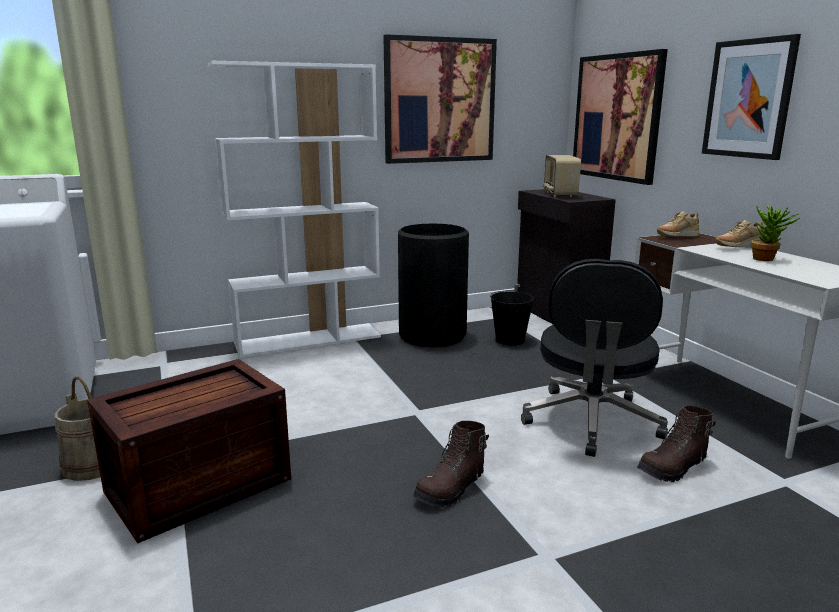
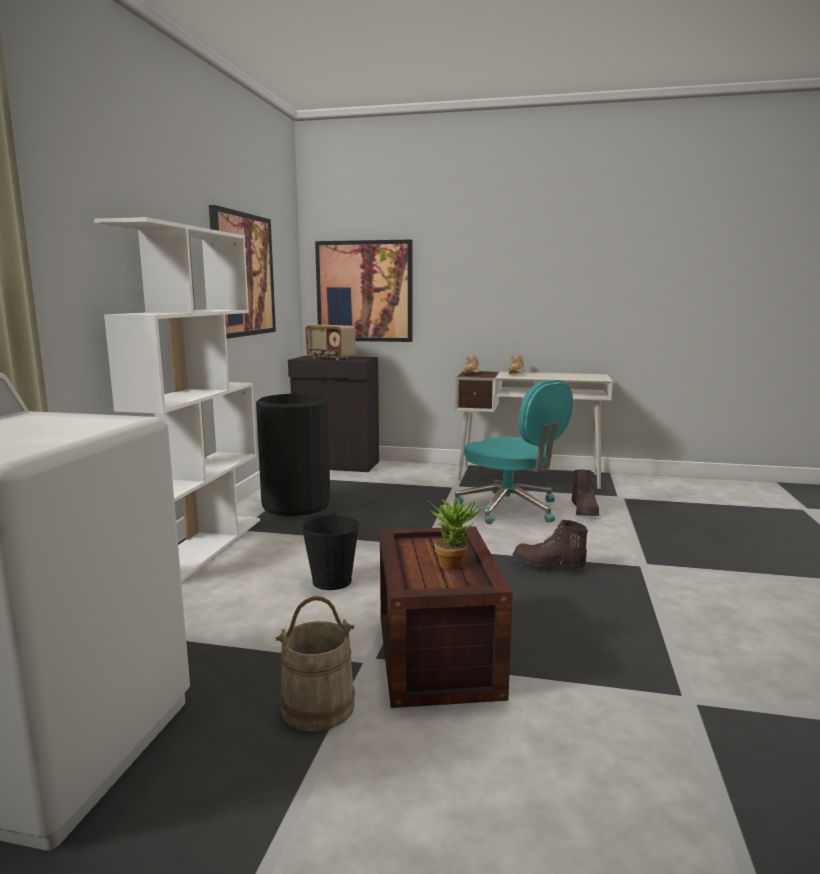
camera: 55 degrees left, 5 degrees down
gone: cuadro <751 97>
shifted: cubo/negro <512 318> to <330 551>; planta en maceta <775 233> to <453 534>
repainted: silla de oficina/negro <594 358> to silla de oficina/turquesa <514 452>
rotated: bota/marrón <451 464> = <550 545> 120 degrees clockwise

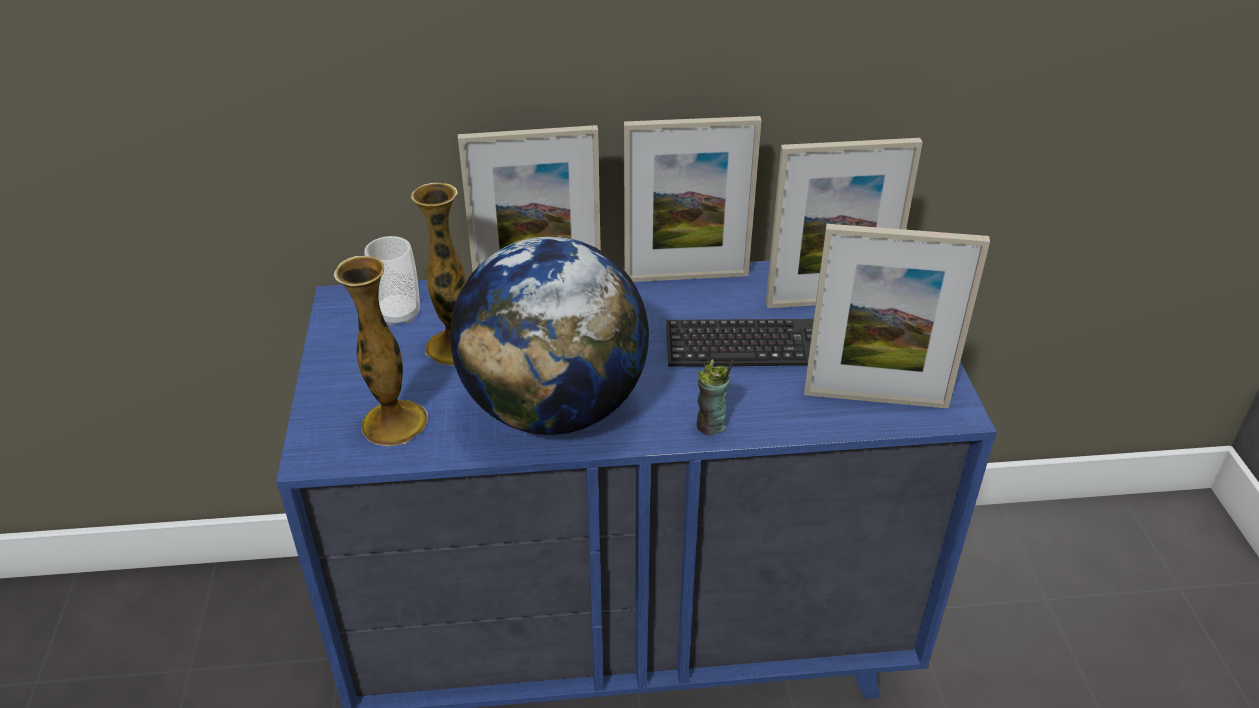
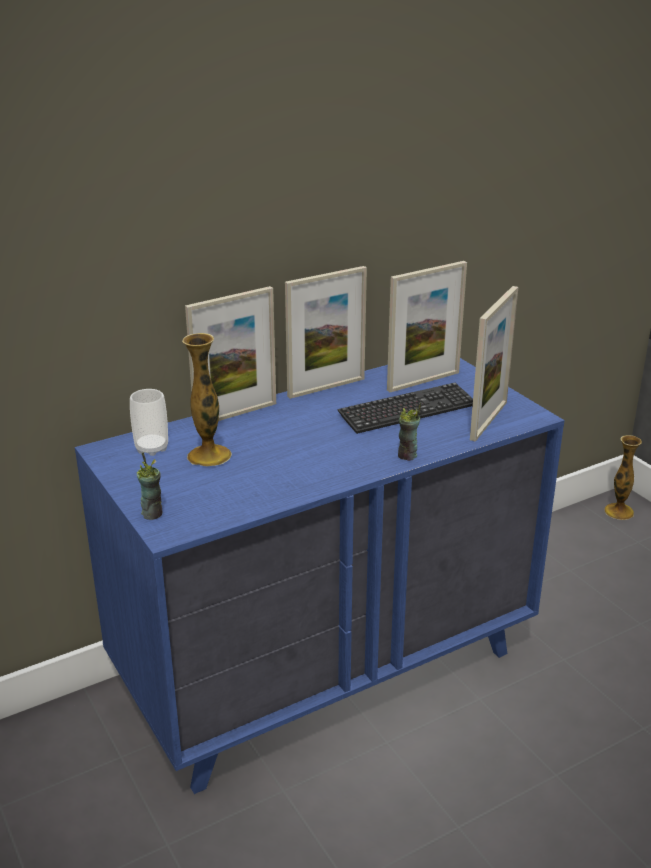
camera: 25 degrees left, 10 degrees down
gone: globo terráqueo <549 335>
new: taza <150 486>
shifted: florero <381 351> to <623 477>
rotated: portarretratos <897 316> = <494 363> 45 degrees counterclockwise

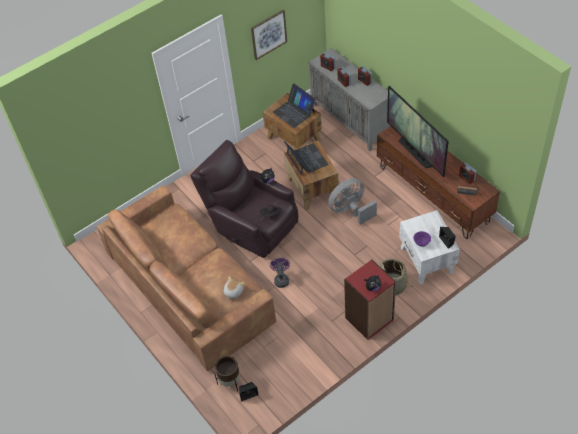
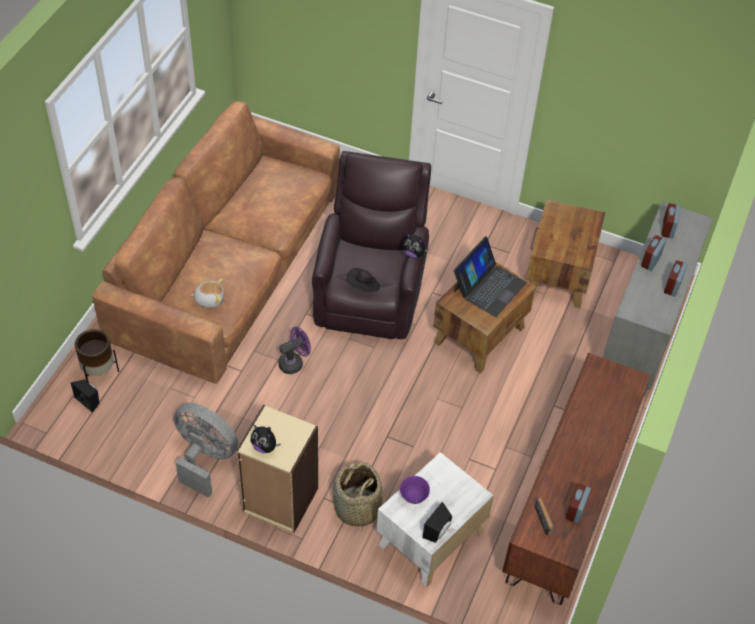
camera: 55 degrees right, 0 degrees up
gone: cuadro <269 35>; portátil <294 105>; televisor <418 131>
shifted: ventilador/gris <352 201> to <206 450>
repainted: estantería/rojo <370 299> to estantería/beis <277 469>

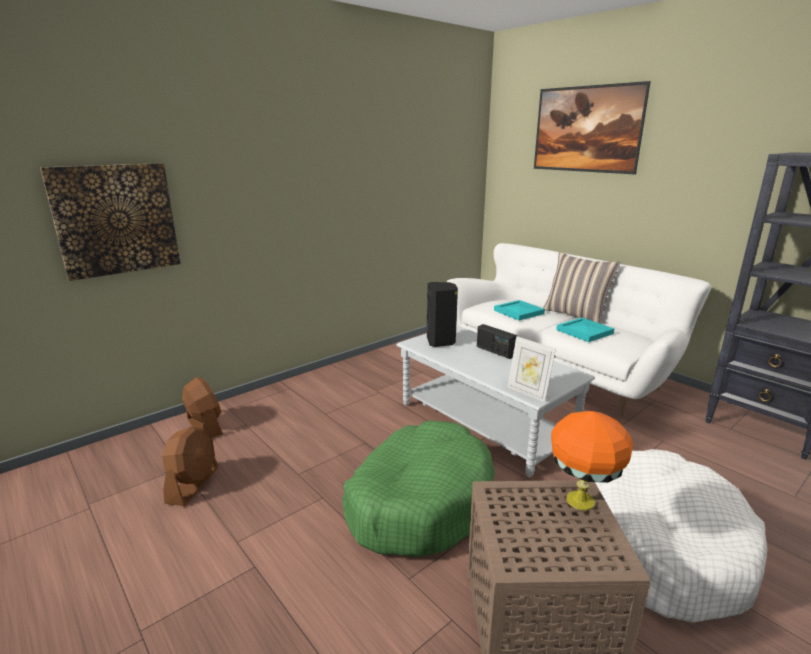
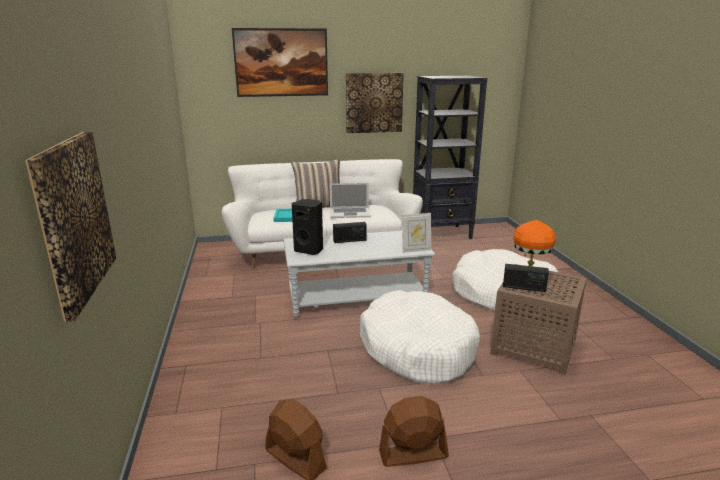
camera: 60 degrees left, 0 degrees up
new: cuadro <375 103>; radio <526 278>
shifted: ventilador/marrón <202 407> to <414 431>
swapped: bandeja/turquesa <585 330> to portátil <350 200>
repainted: cama para perro/verde <418 488> to cama para perro/blanco <420 336>

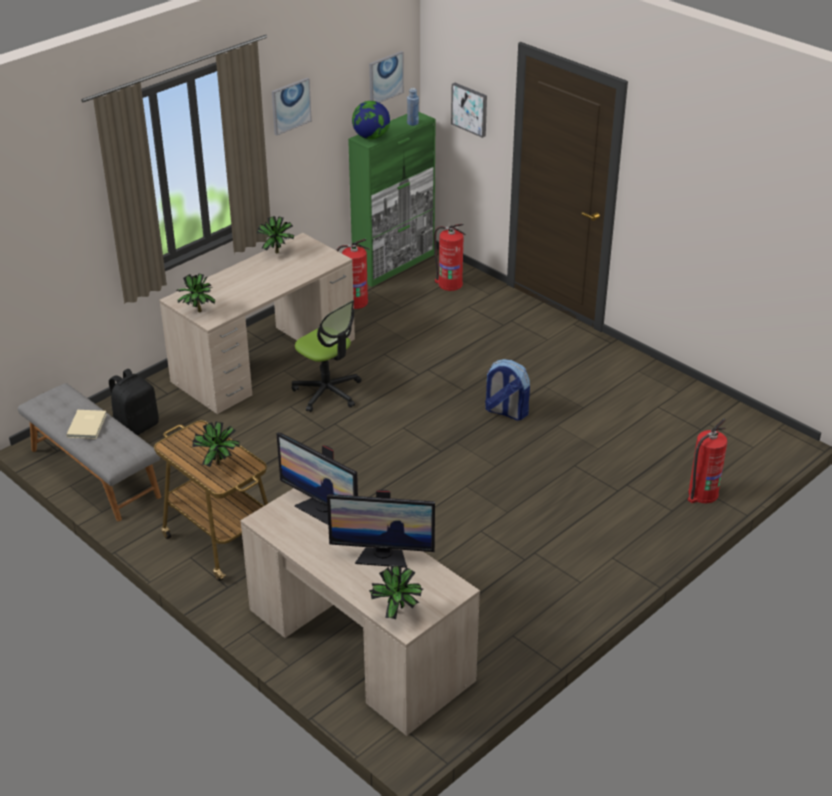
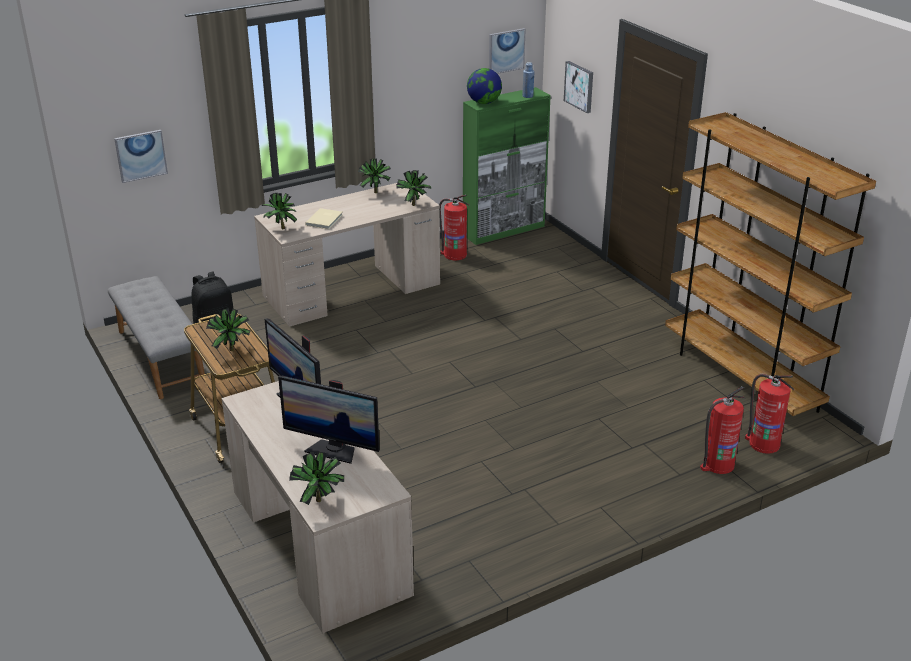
camera: 15 degrees right, 5 degrees down
gone: silla de oficina <327 356>; mochila <507 390>
new: planta en maceta <413 188>; estantería/marrón <770 264>
shifted: libro/beis <86 424> to <324 218>; cuadro <292 107> to <141 156>; extintor <450 257> to <769 414>

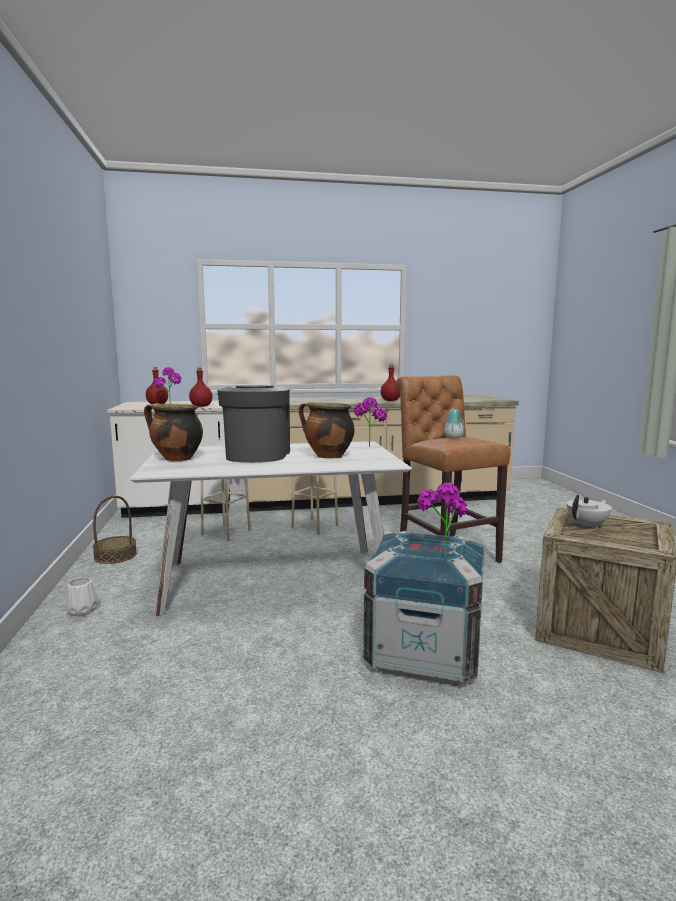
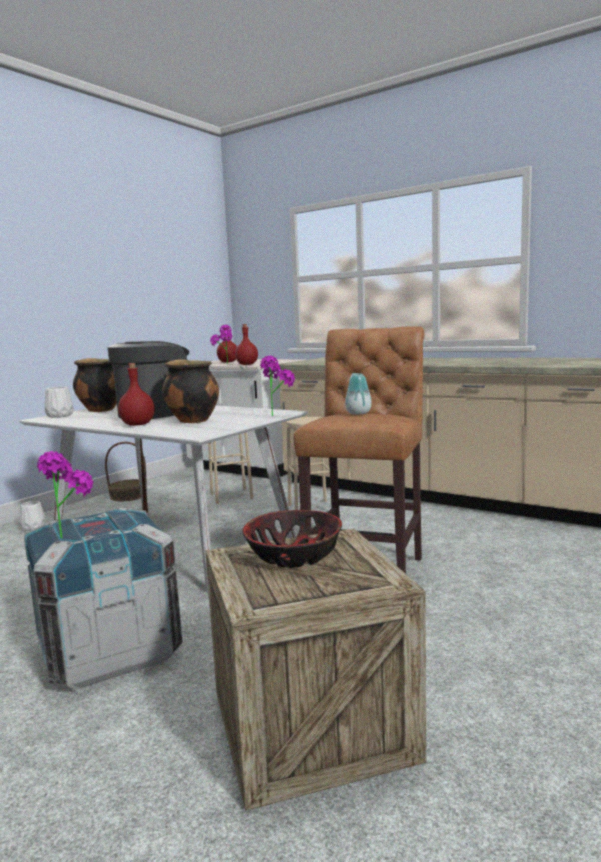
camera: 45 degrees right, 0 degrees up
new: florero/blanco <59 402>
shifted: botella/rojo <390 383> to <136 394>
swapped: tetera/blanco <589 511> to cuenco <292 539>

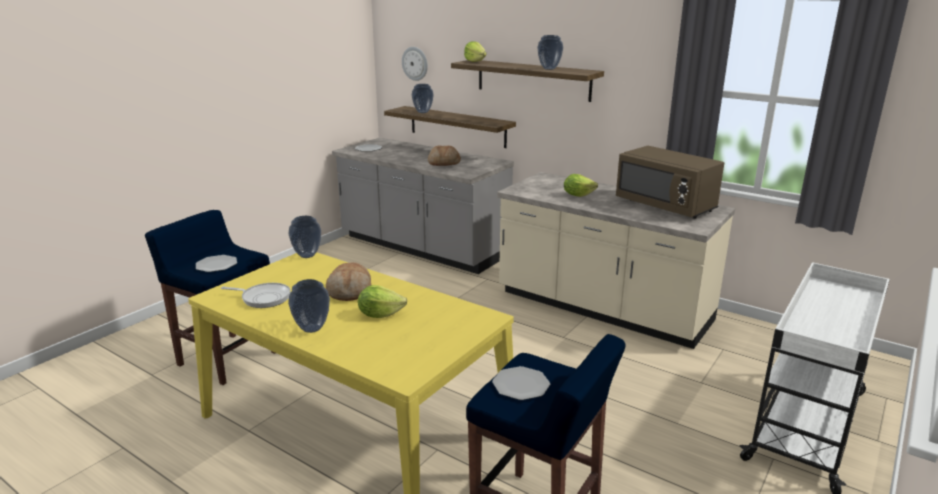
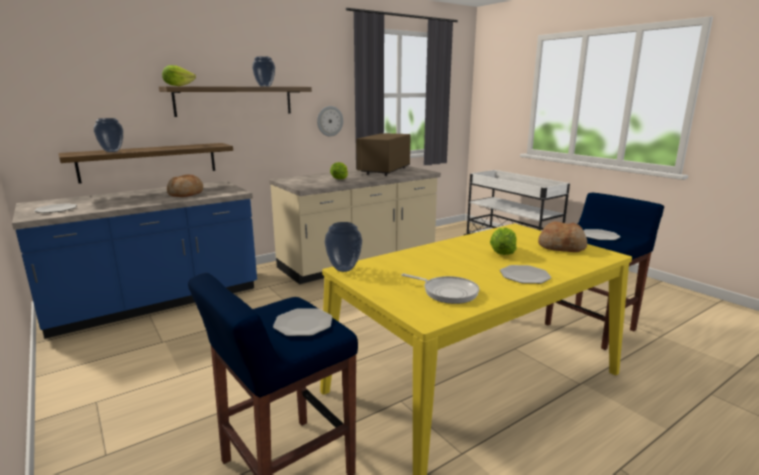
camera: 70 degrees left, 5 degrees down
shifted: pan <348 281> to <563 236>; reloj de pared <415 64> to <330 121>
swapped: florero <309 306> to plato <525 274>
repainted: mueble bajo de cocina/gris <423 205> to mueble bajo de cocina/azul <134 260>
rotated: sartén <256 295> = <440 288> 90 degrees clockwise; microondas/marrón <670 182> = <383 154> 135 degrees clockwise

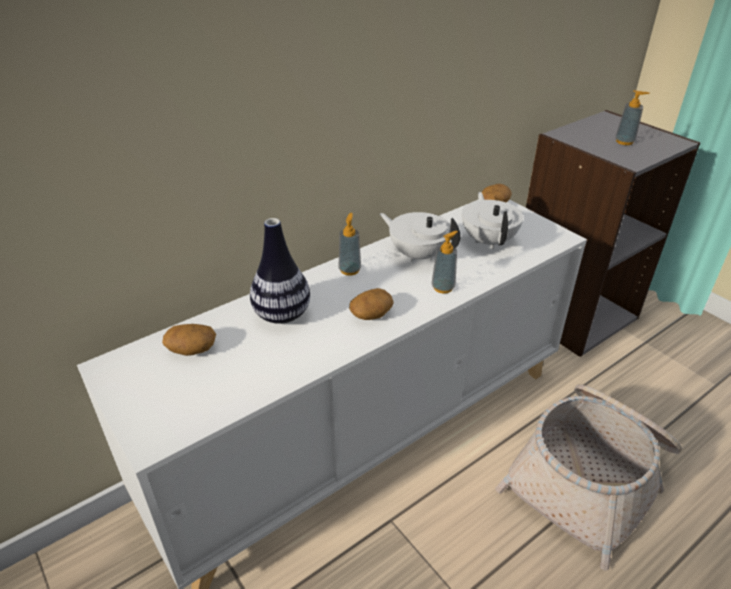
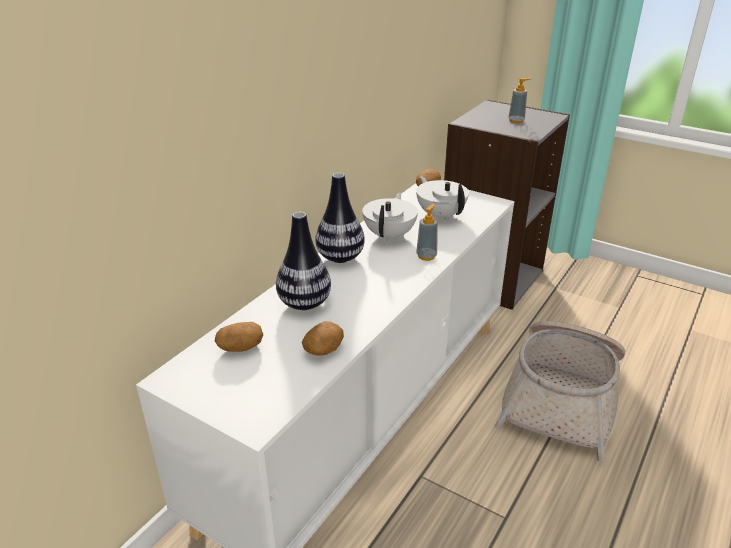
camera: 20 degrees left, 5 degrees down
shifted: patata <371 304> to <323 339>
swapped: dispensador de jabón <349 244> to florero <340 218>
rotated: tetera/blanco <420 237> = <390 217> 90 degrees clockwise

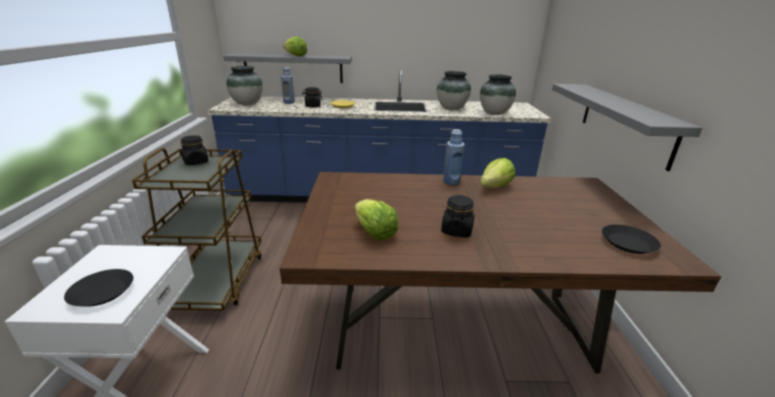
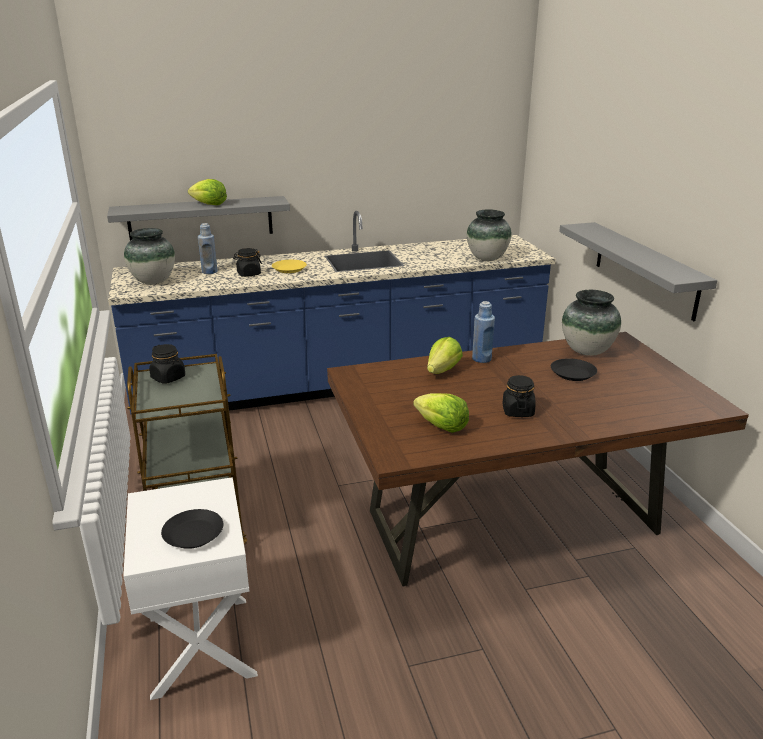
camera: 15 degrees left, 0 degrees up
shifted: florero <454 90> to <591 323>; lechuga <497 173> to <445 355>; plato/negro <631 239> to <574 369>

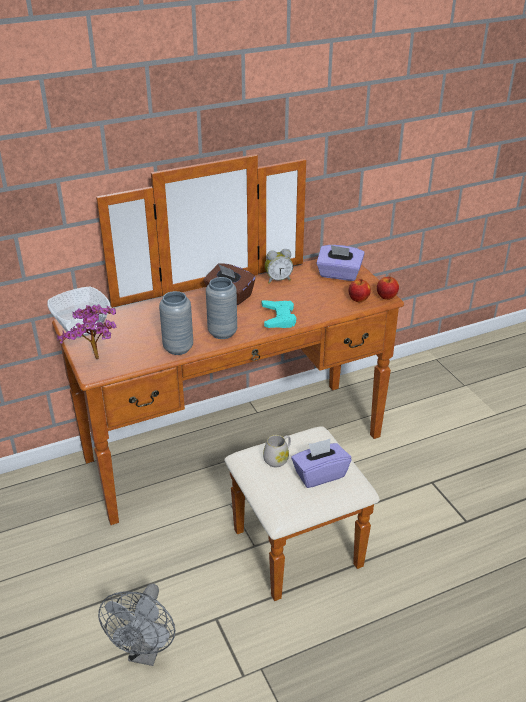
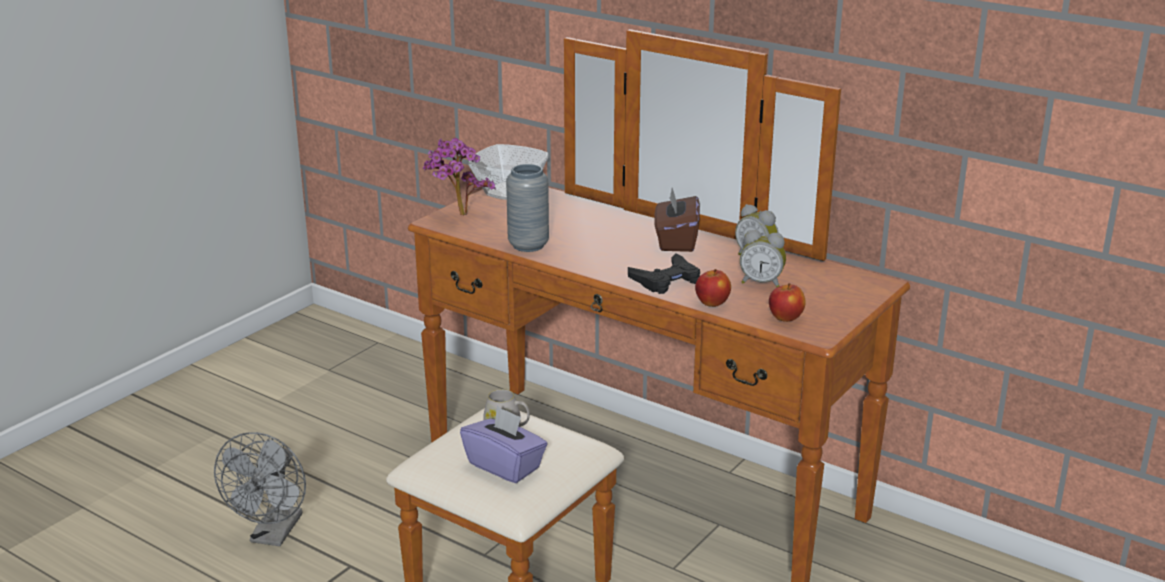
camera: 60 degrees right, 10 degrees down
gone: florero/gris <221 308>; caja de pañuelos/morado <341 263>
new: despertador <763 258>
shifted: manzana <388 288> to <713 288>
repainted: mando de consola/turquesa <279 314> to mando de consola/negro <664 273>
rotated: ventilador/gris <136 625> = <260 489> 60 degrees counterclockwise

